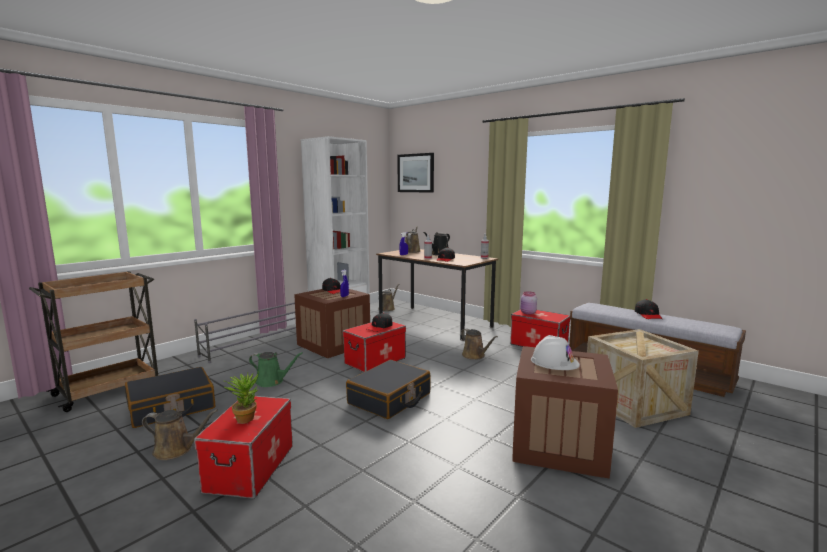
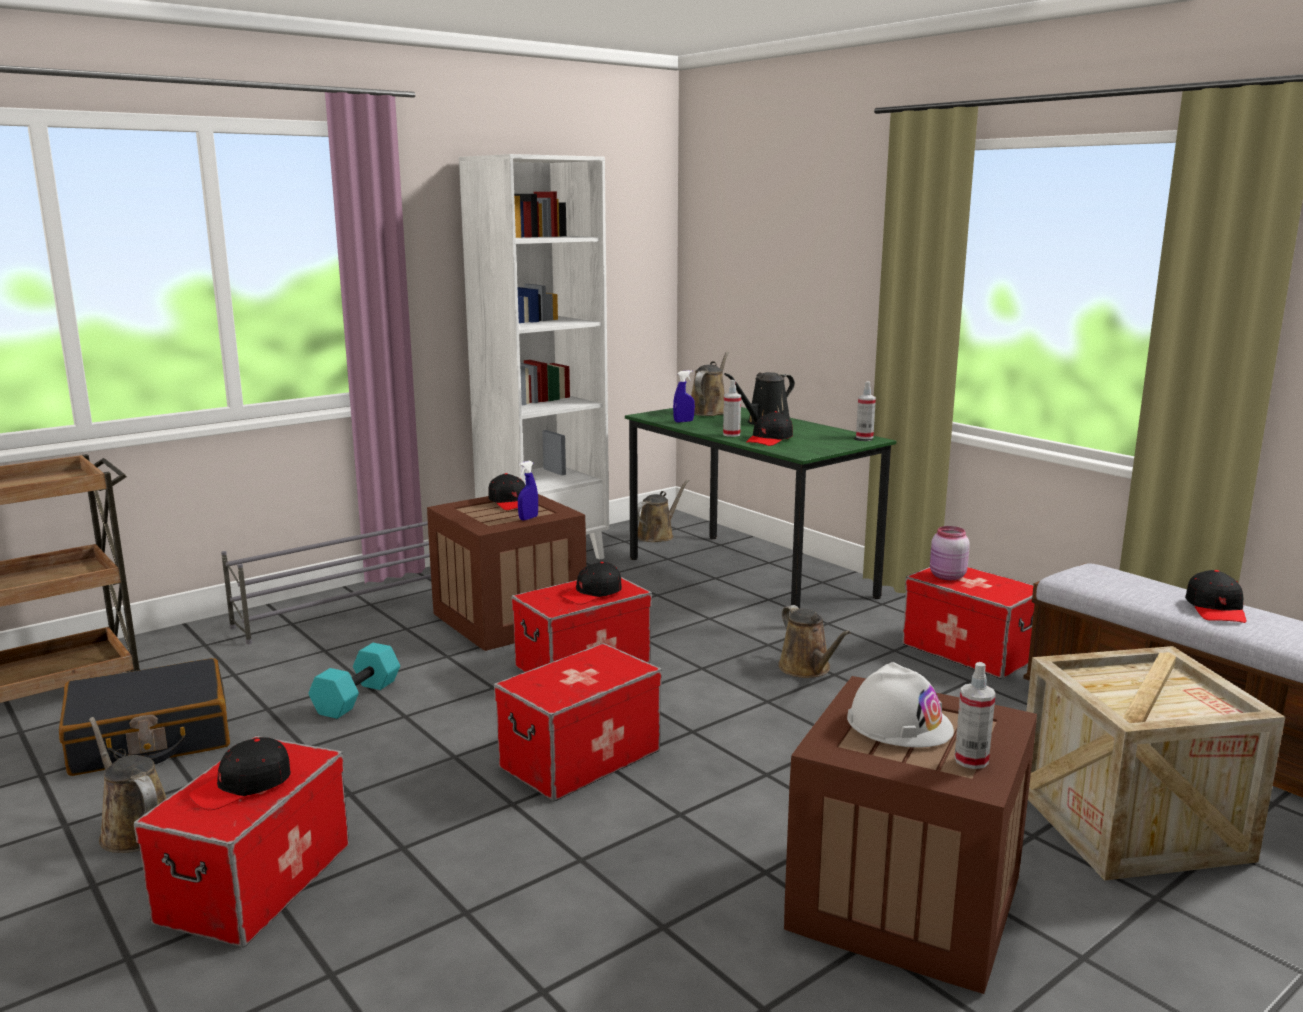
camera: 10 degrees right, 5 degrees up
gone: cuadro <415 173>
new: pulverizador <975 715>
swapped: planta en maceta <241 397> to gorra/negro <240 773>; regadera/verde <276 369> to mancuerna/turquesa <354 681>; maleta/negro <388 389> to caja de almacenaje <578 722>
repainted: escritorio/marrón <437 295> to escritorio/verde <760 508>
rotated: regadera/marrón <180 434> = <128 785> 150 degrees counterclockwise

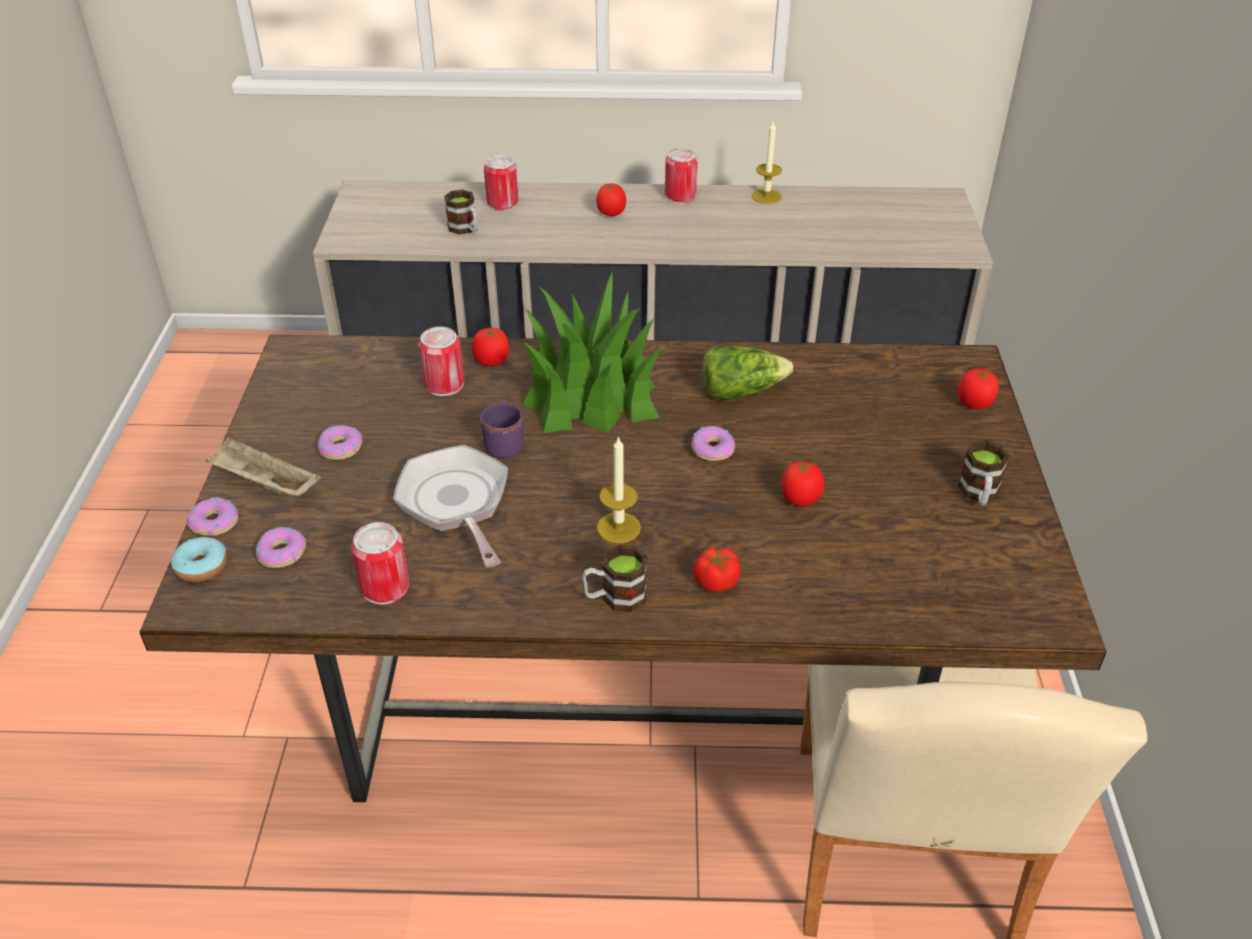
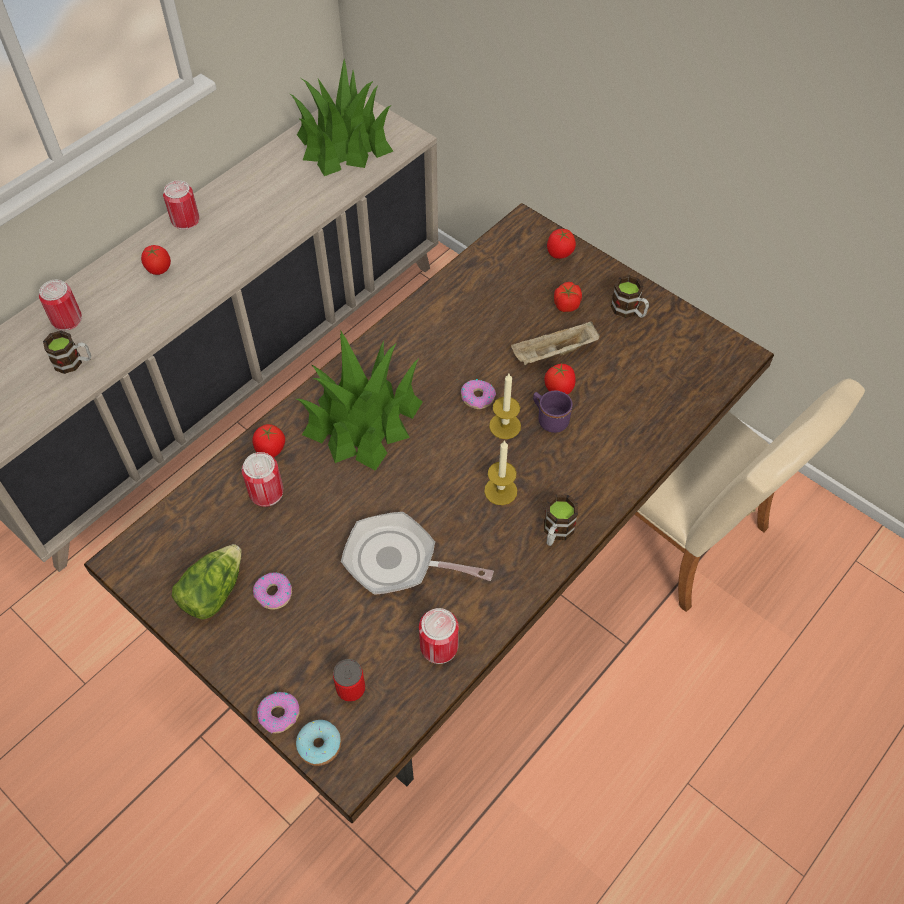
camera: 50 degrees left, 15 degrees up
new: planta en maceta <341 117>
shifted: bandeja/beis <263 466> to <555 343>; taza grande/morado <502 429> to <553 411>; tomate <716 569> to <568 297>; lechuga <747 373> to <207 581>; vela <767 163> to <505 406>
swapped: rosquilla <281 547> to lata <349 680>

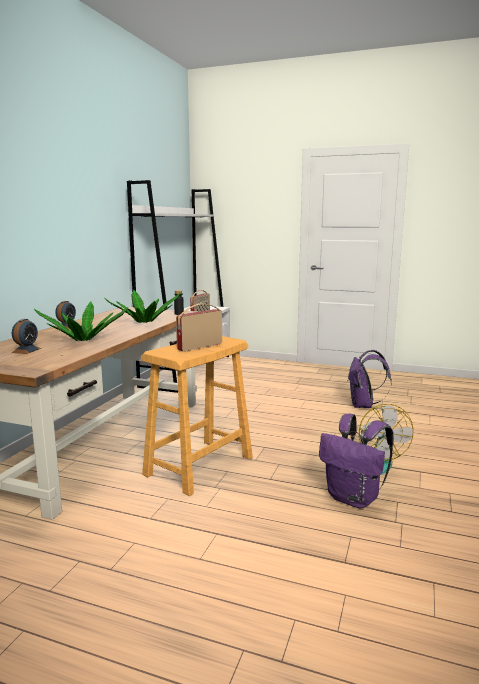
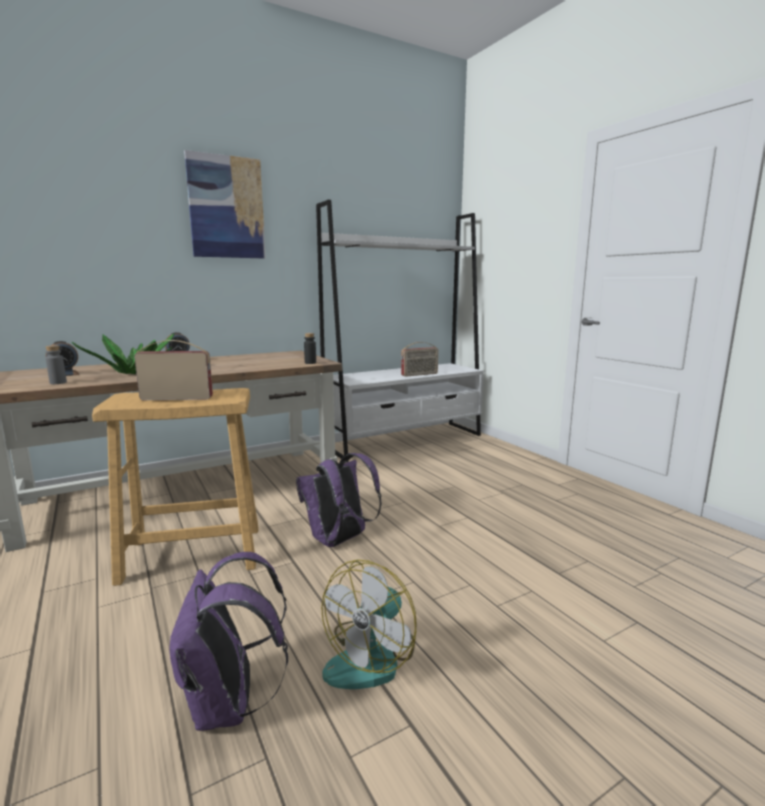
camera: 40 degrees right, 0 degrees up
gone: planta en maceta <142 306>
new: botella/gris <56 364>; cuadro <225 204>
shifted: mochila/morado <370 379> to <339 500>

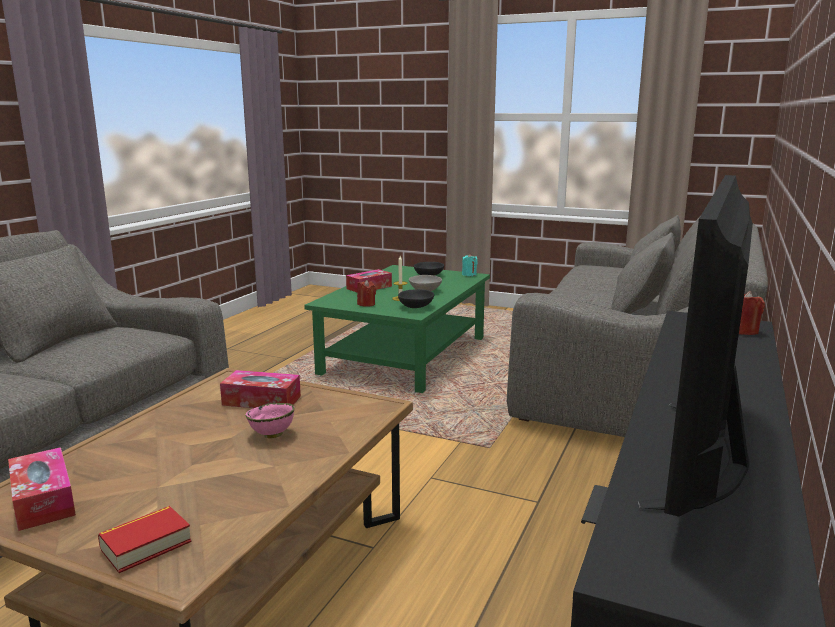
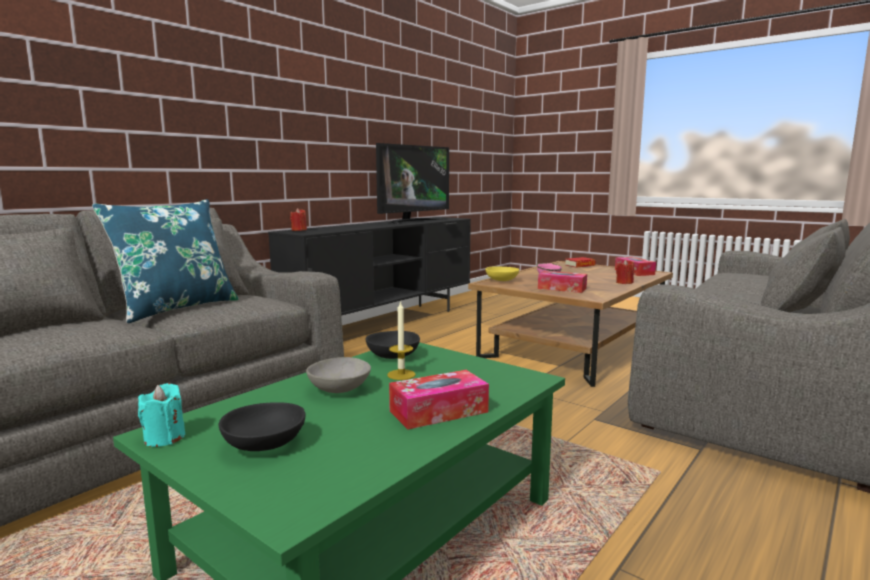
camera: 165 degrees left, 5 degrees down
new: cojín/azul <165 261>; cuenco/amarillo <502 273>
shifted: vela/rojo <366 293> to <625 271>

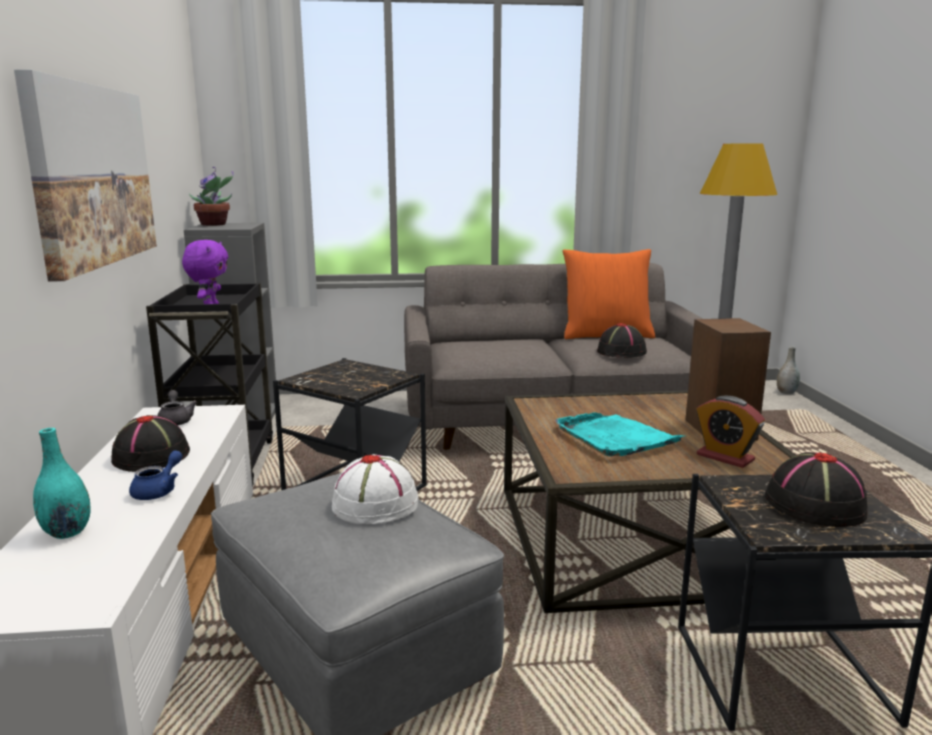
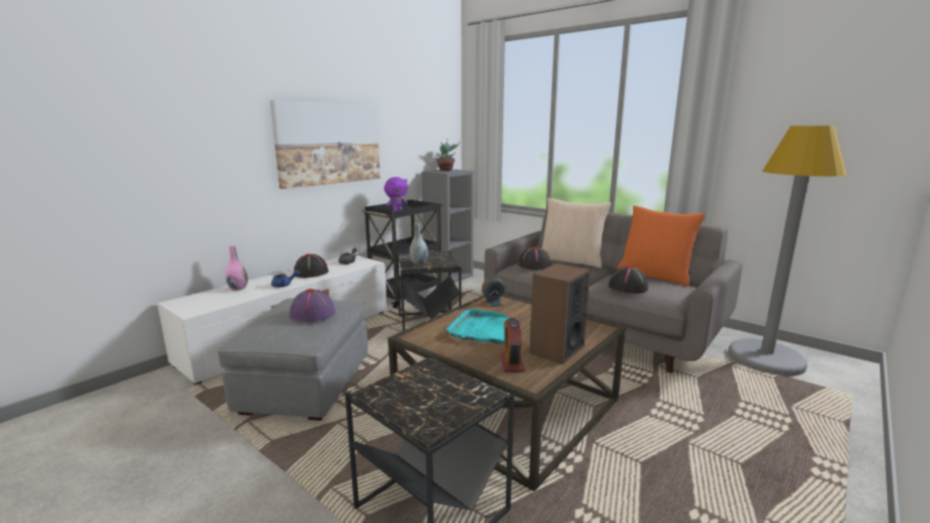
camera: 45 degrees right, 0 degrees up
new: despertador <493 292>; cojín/beis <576 233>
shifted: sombrero/negro <816 489> to <534 258>; florero/gris <788 370> to <419 244>
repainted: florero/turquesa <62 483> to florero/rosa <236 268>; sombrero/blanco <375 489> to sombrero/morado <312 305>

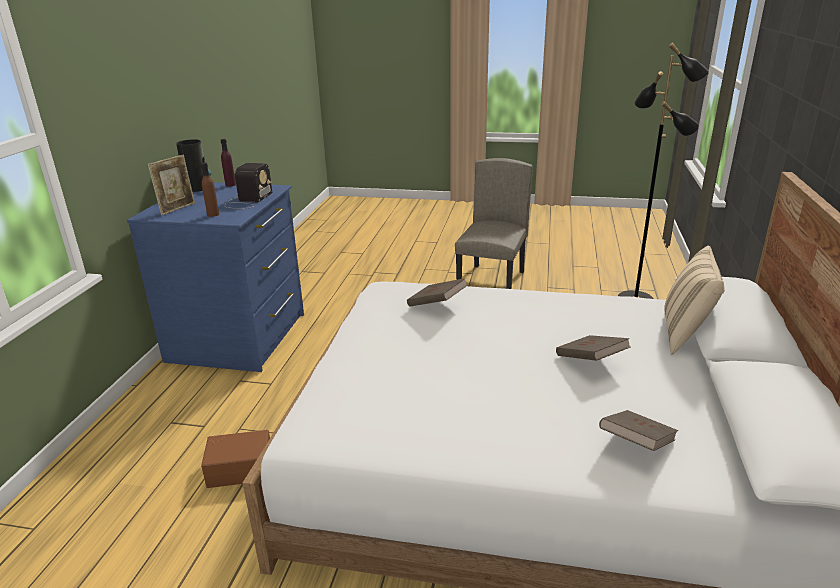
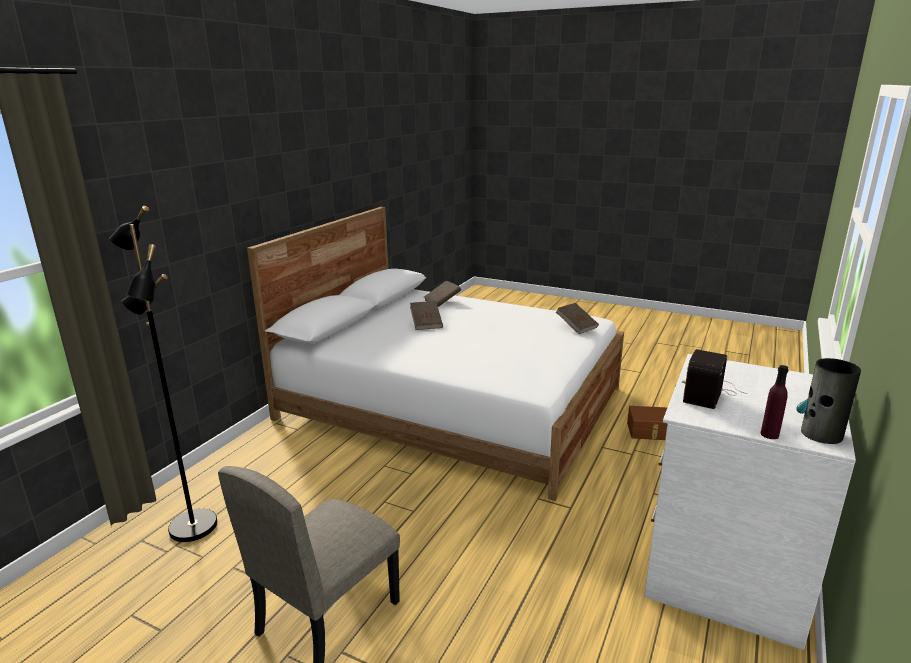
camera: 165 degrees left, 5 degrees down
gone: portarretratos <171 185>; botella/marrón <210 190>; cojín/beis <694 300>
shifted: libro/marrón <437 292> to <577 318>
repainted: cómoda/azul <215 277> to cómoda/blanco <750 502>

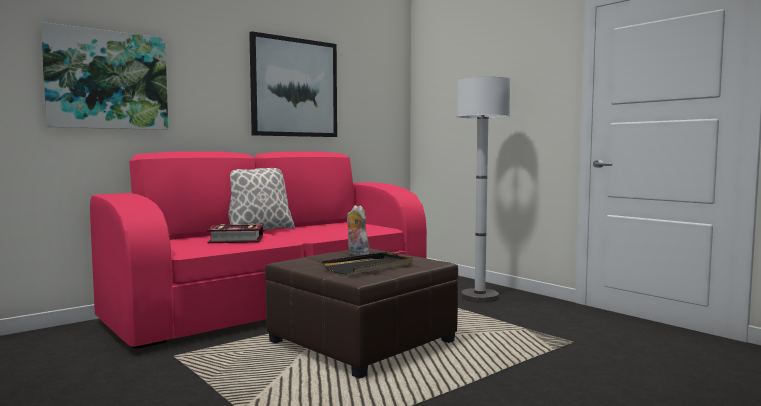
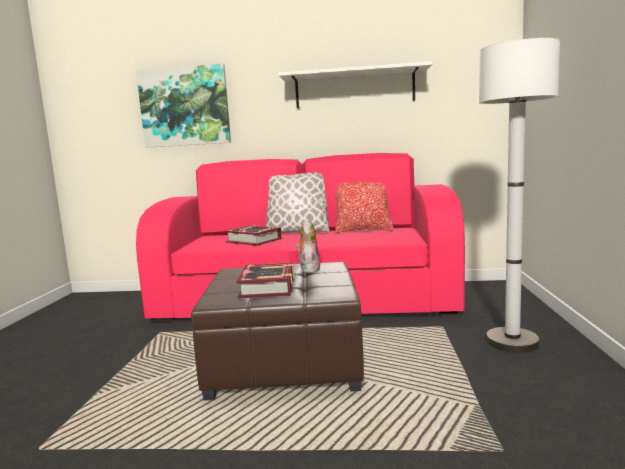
camera: 45 degrees right, 5 degrees up
new: cojín <364 208>
swapped: cuadro <293 84> to estante/blanco <355 84>; bandeja/negro <367 263> to libro <265 281>

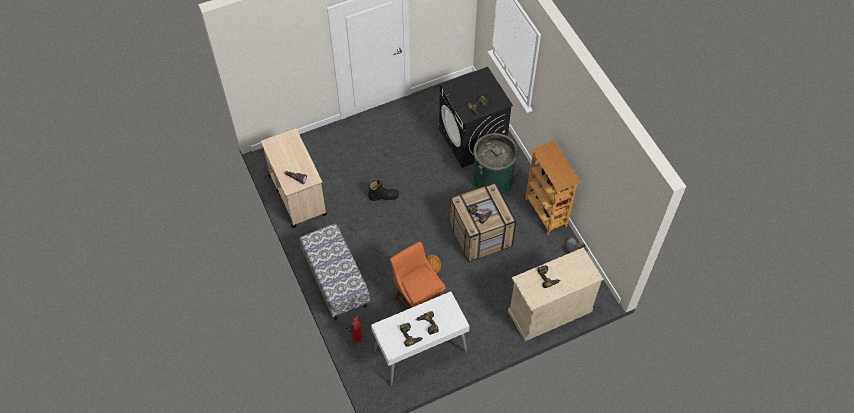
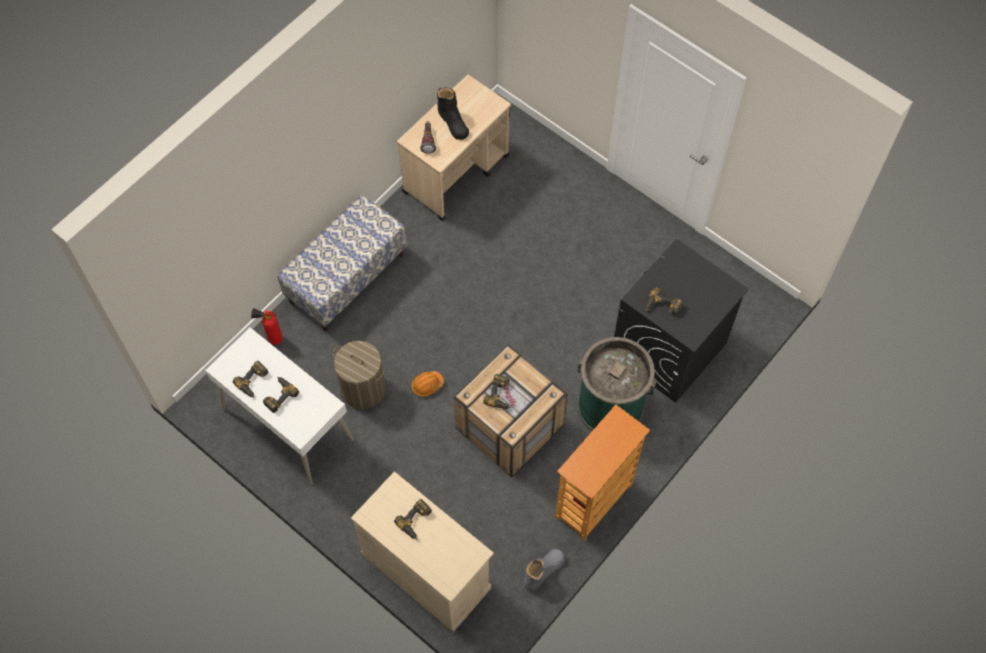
camera: 65 degrees right, 5 degrees up
shifted: bota/negro <383 190> to <453 114>
swapped: silla/naranja <418 275> to cesto de la ropa <359 375>

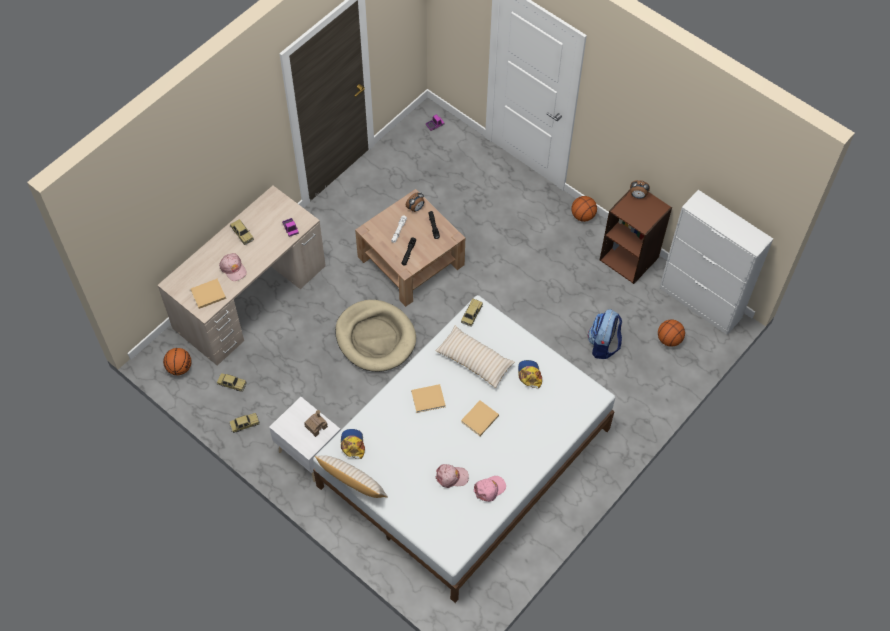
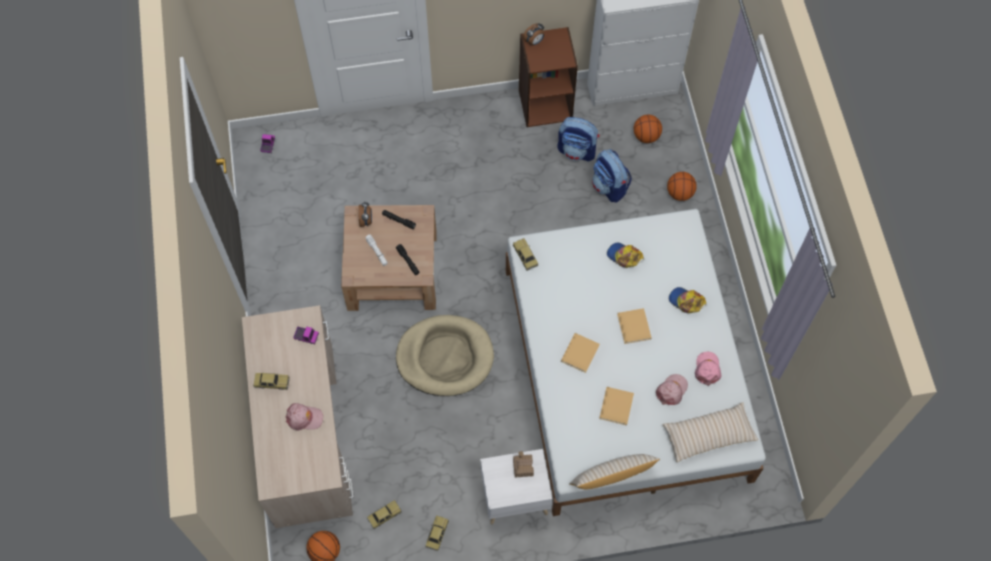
camera: 50 degrees left, 5 degrees up
new: mochila <578 139>
shifted: libro/beis <208 294> to <616 406>; gorra <353 444> to <687 300>; cojín/beis <475 357> to <710 432>; balón de baloncesto <584 209> to <682 186>

